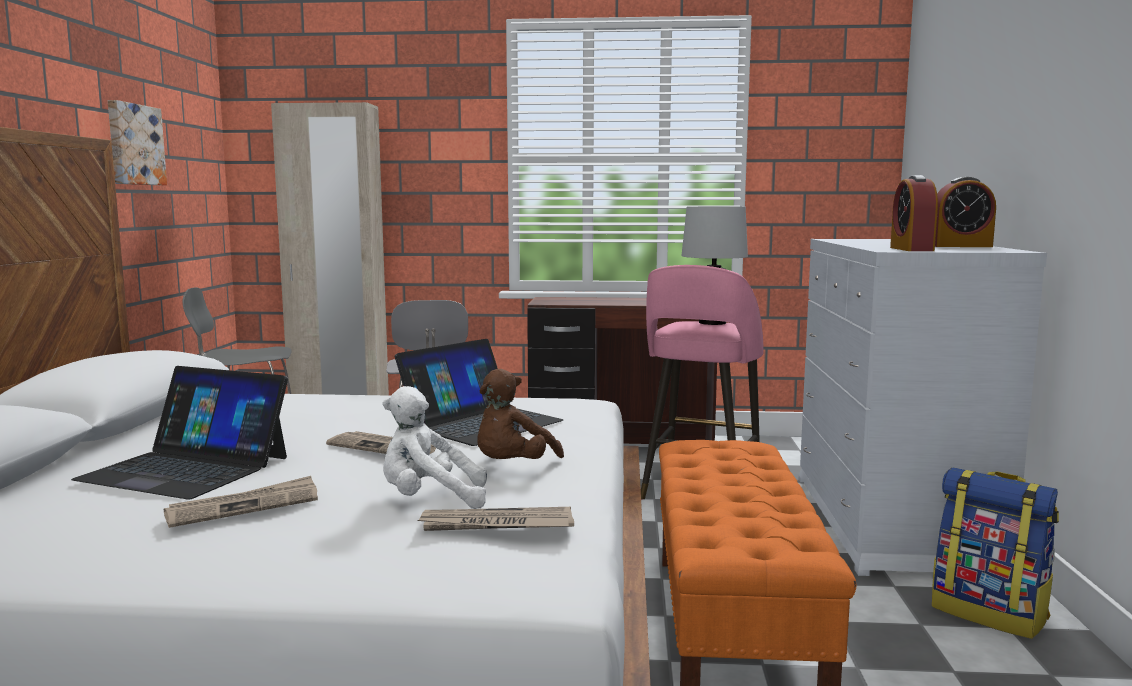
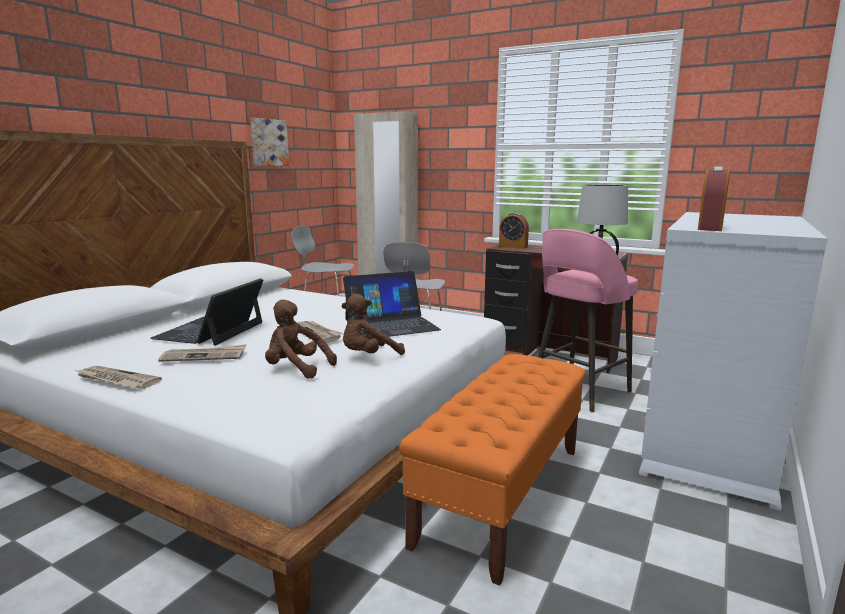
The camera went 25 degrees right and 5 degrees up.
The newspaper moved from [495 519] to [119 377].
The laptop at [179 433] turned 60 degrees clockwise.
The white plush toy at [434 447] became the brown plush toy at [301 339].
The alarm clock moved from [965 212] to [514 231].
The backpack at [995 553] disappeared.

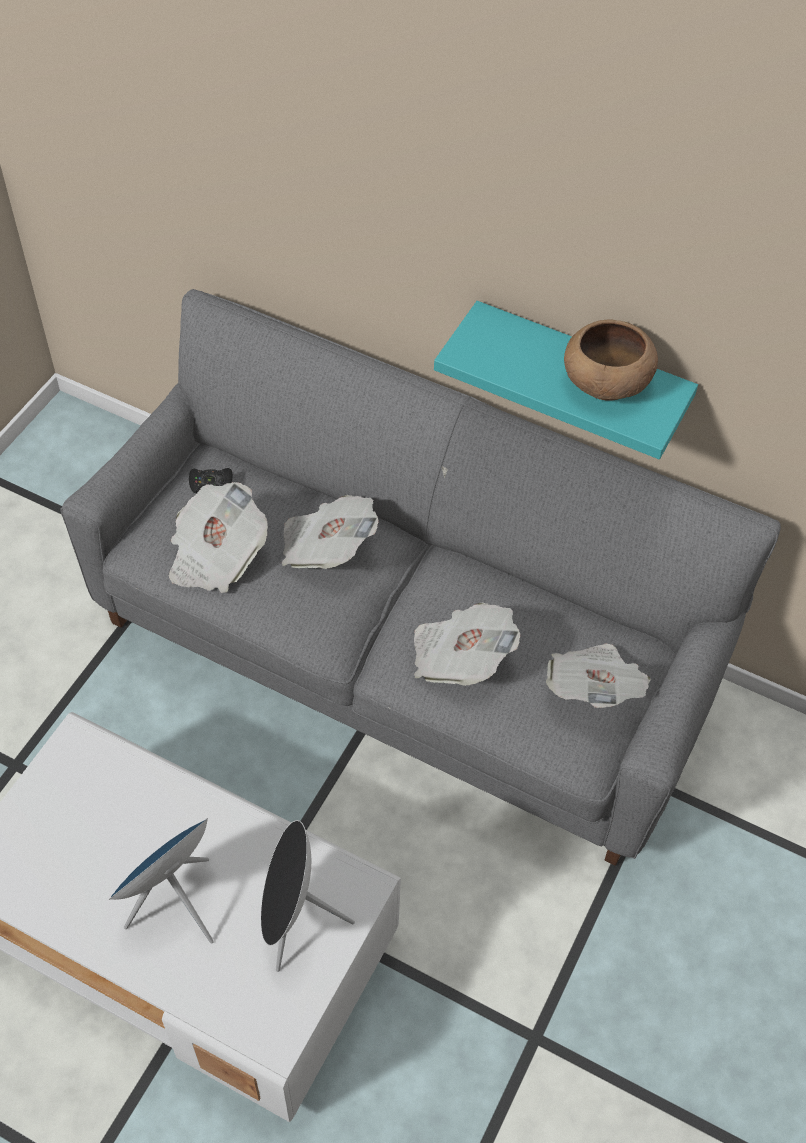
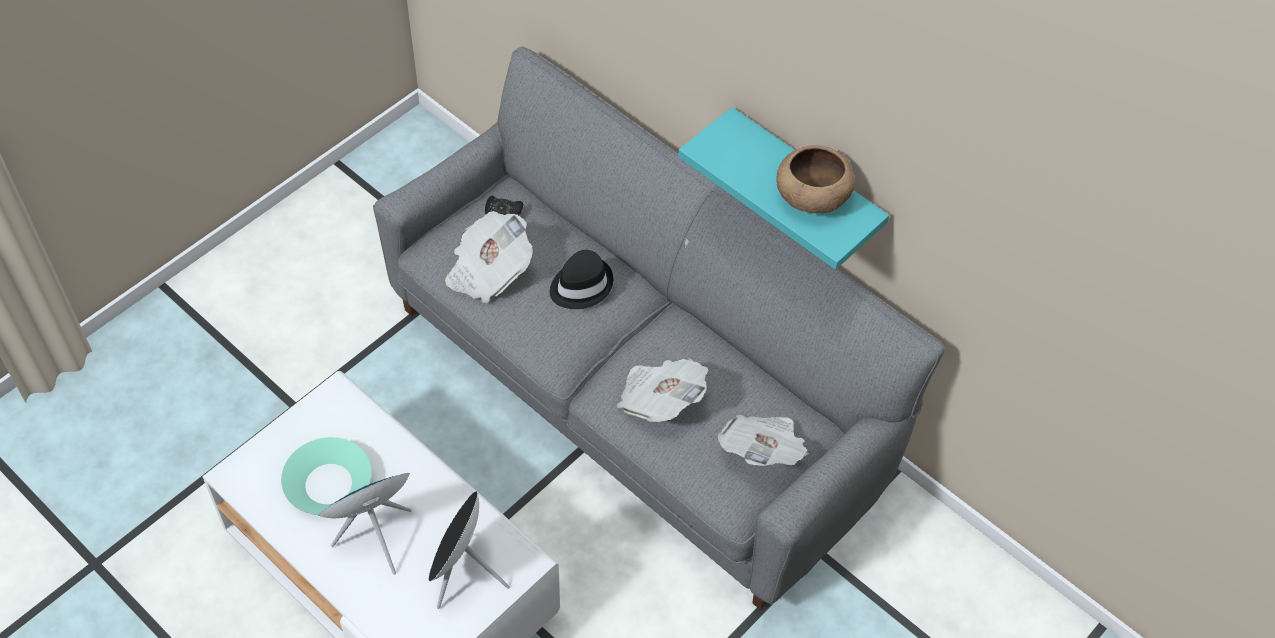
The camera went 15 degrees right and 0 degrees up.
The turquoise bowl at [326 476] appeared.
The newspaper at [330 532] was replaced by the black hat at [581 279].

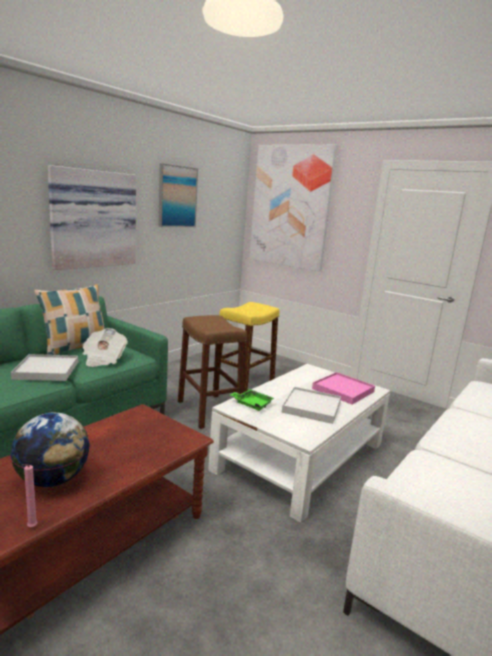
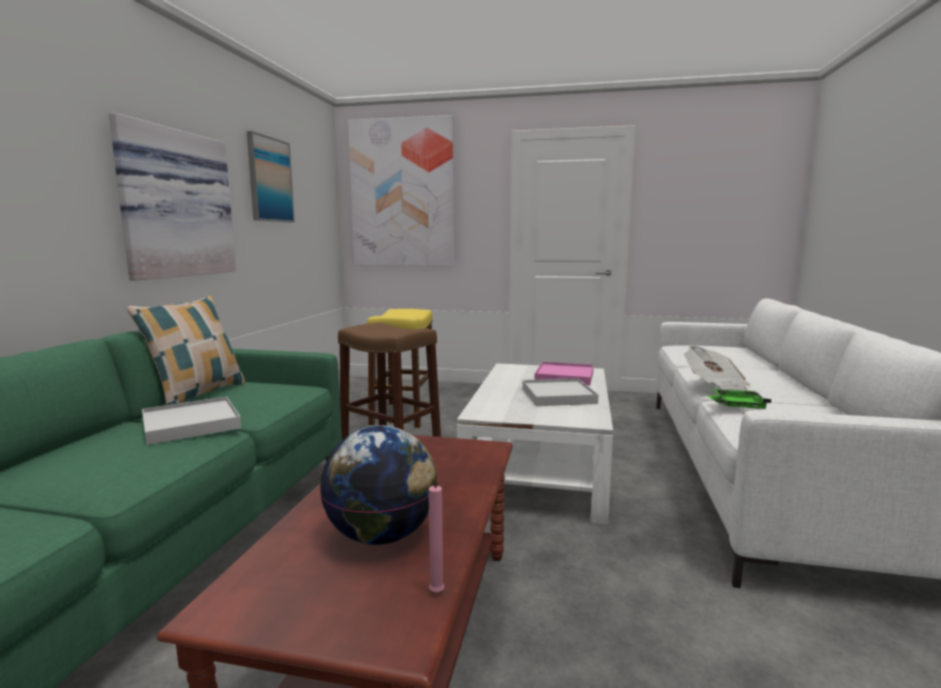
The camera went 25 degrees left and 5 degrees down.
The newspaper moved from [105 347] to [717 368].
The green tray moved from [252 400] to [739 399].

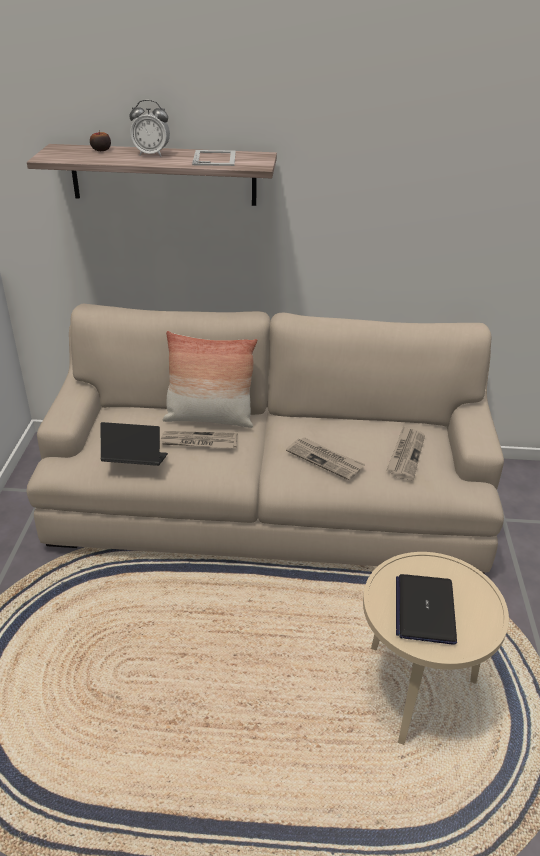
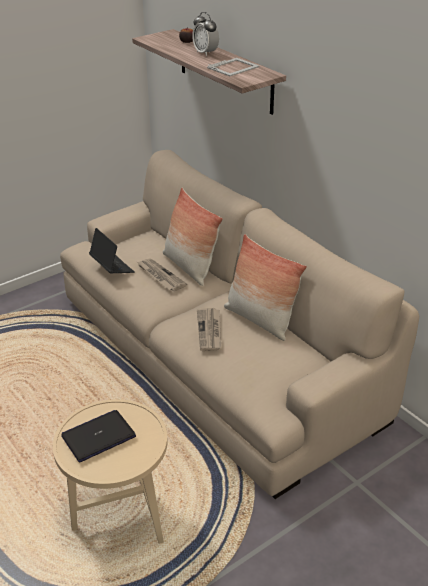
The camera went 50 degrees right and 0 degrees up.
The pillow at [265 287] appeared.
The newspaper at [406 453] disappeared.

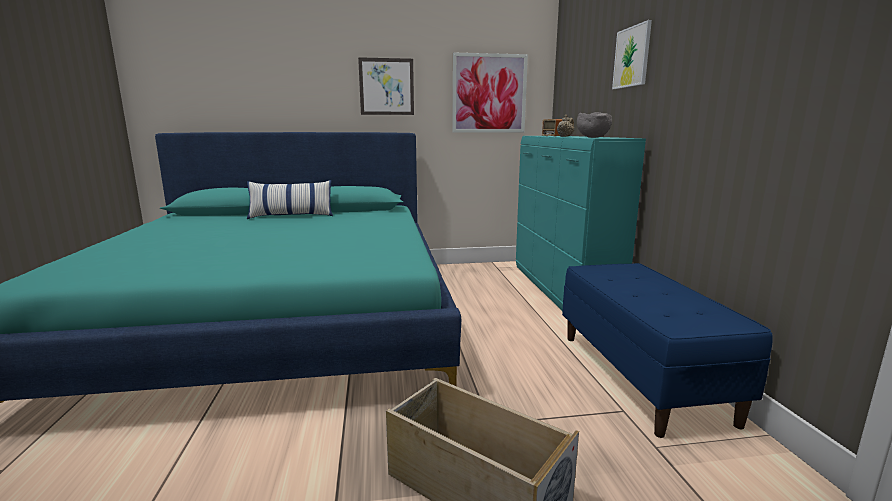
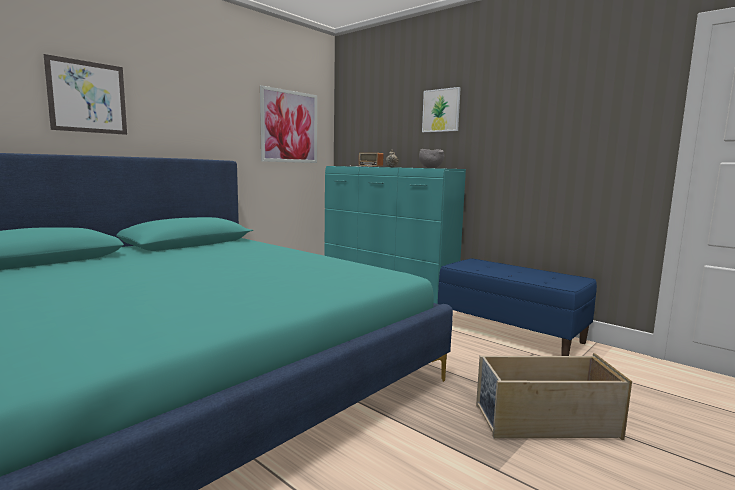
The camera went 40 degrees left and 5 degrees down.
The picture moved from [386 86] to [85 94].
The pillow at [290 199] disappeared.

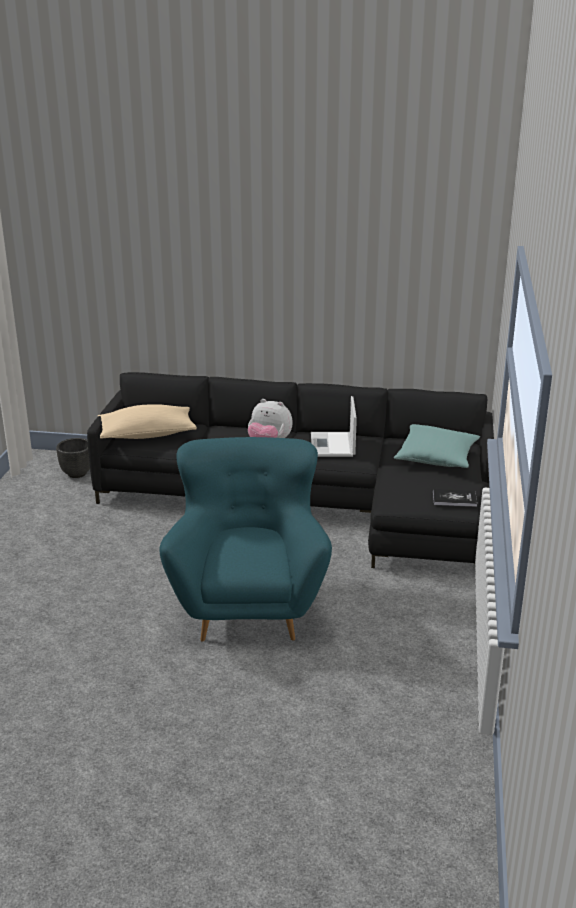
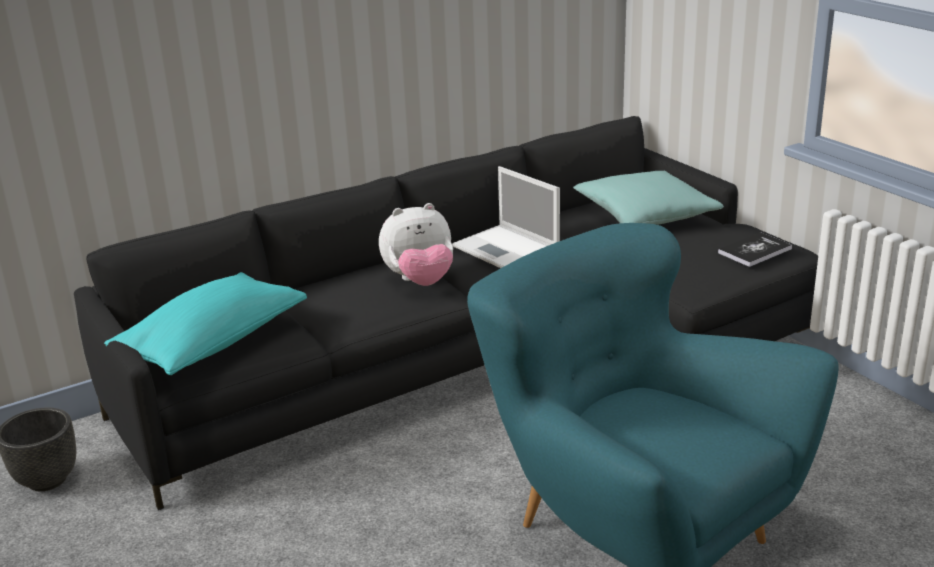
The camera went 40 degrees left and 0 degrees up.
The beige pillow at [147 421] became the turquoise pillow at [205 323].

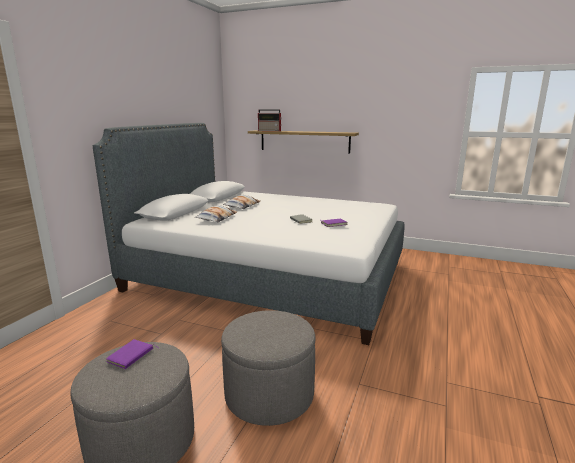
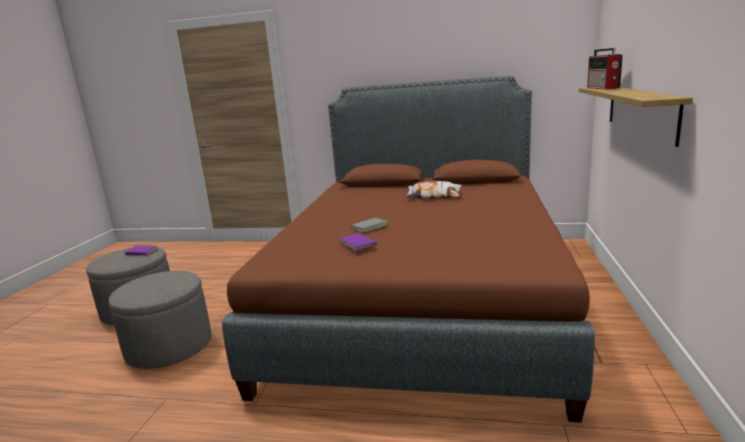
The camera went 80 degrees right and 0 degrees up.
The white bed at [248 234] became the brown bed at [408 249].
The pillow at [216 213] disappeared.

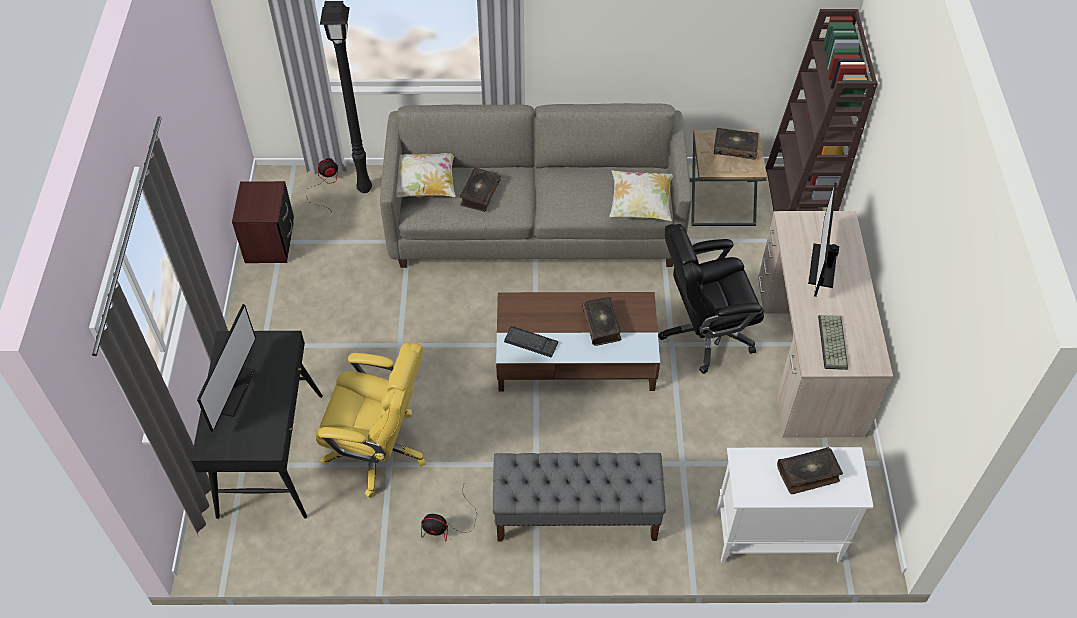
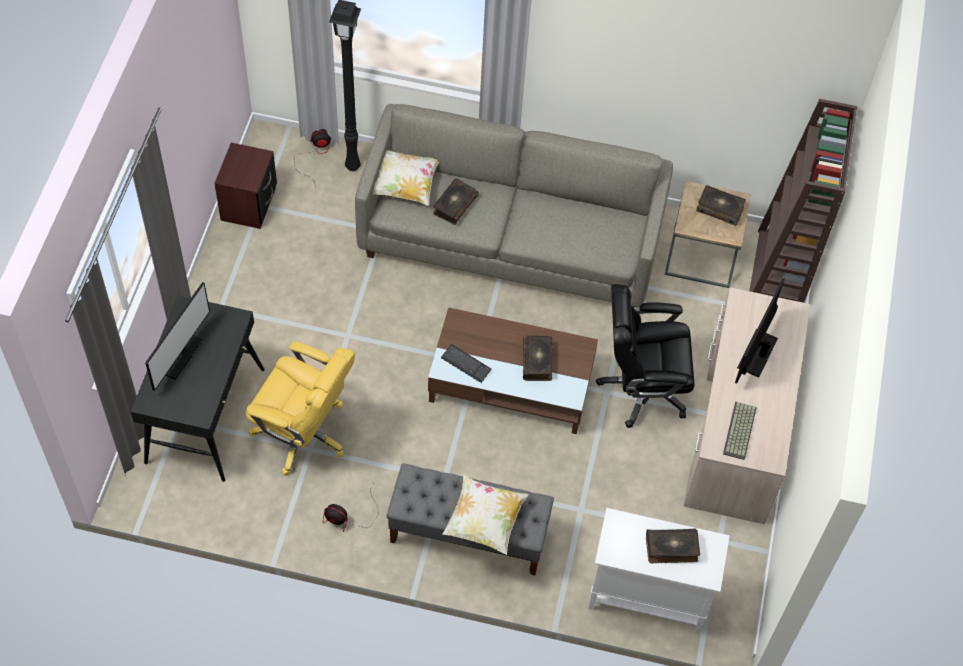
The camera went 10 degrees right and 5 degrees up.
The pillow moved from [641 195] to [485 515].

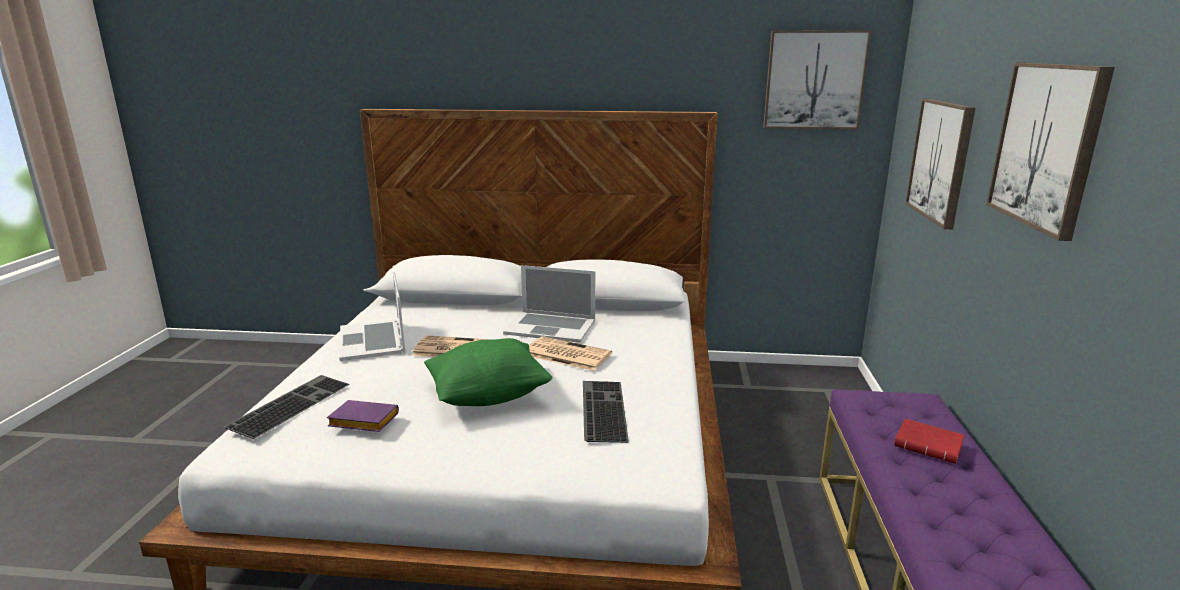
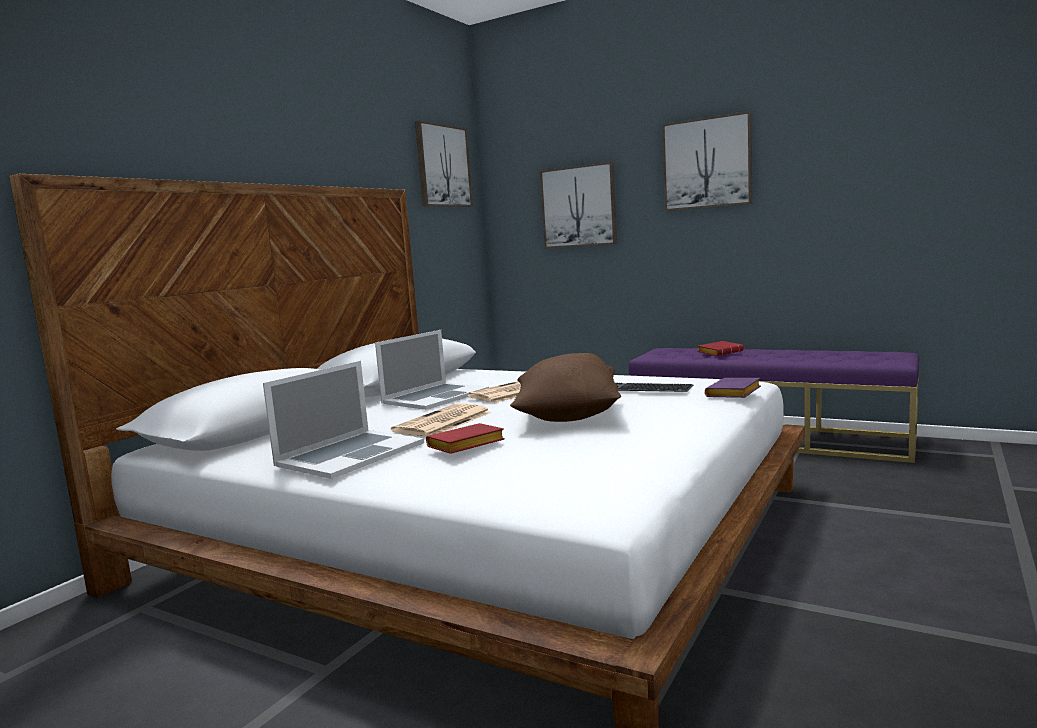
The camera went 65 degrees left and 10 degrees down.
The laptop at [372 316] turned 60 degrees counterclockwise.
The red book at [465 438] appeared.
The green pillow at [488 372] became the brown pillow at [565 387].
The purple book moved from [363 416] to [733 388].
The keyboard at [287 407] disappeared.

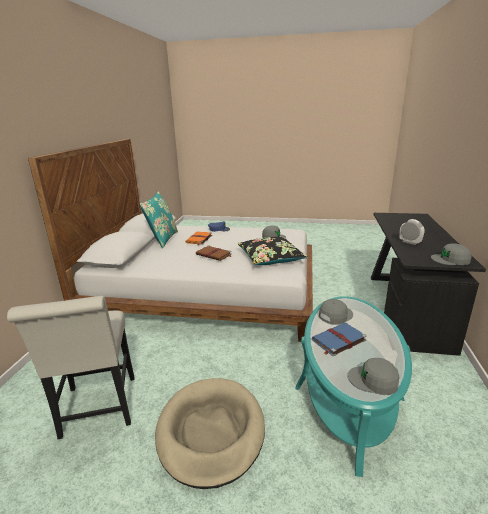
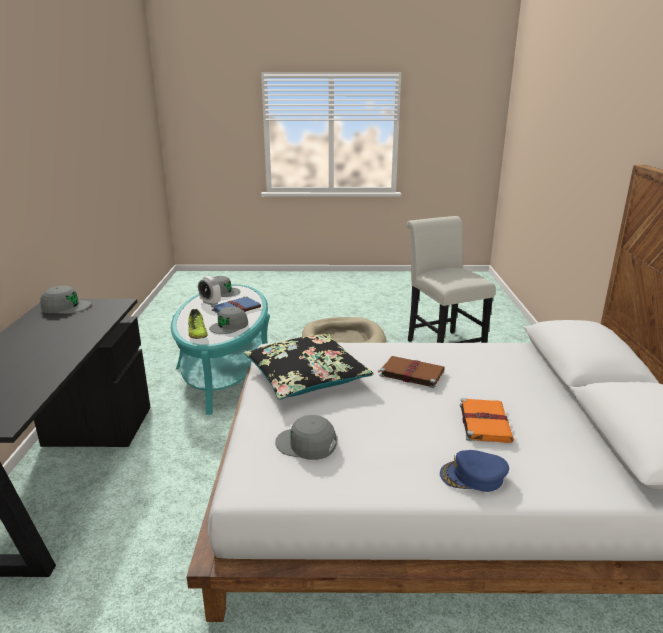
The camera went 170 degrees right and 0 degrees up.
The shoe at [198 324] appeared.
The alarm clock moved from [412 232] to [209 290].
The turquoise pillow at [158 220] disappeared.

